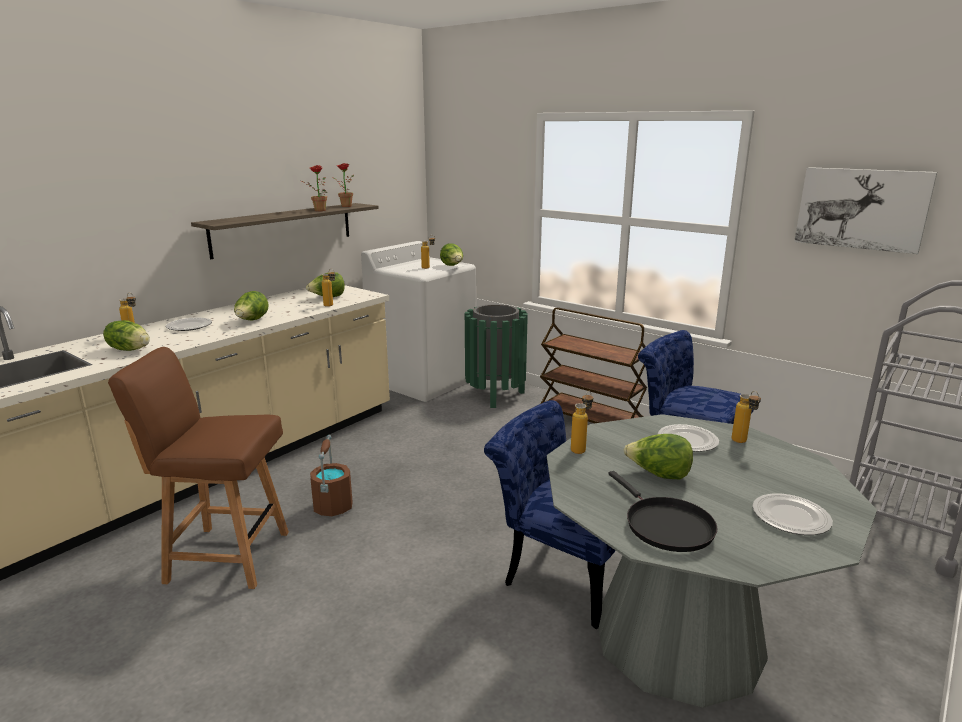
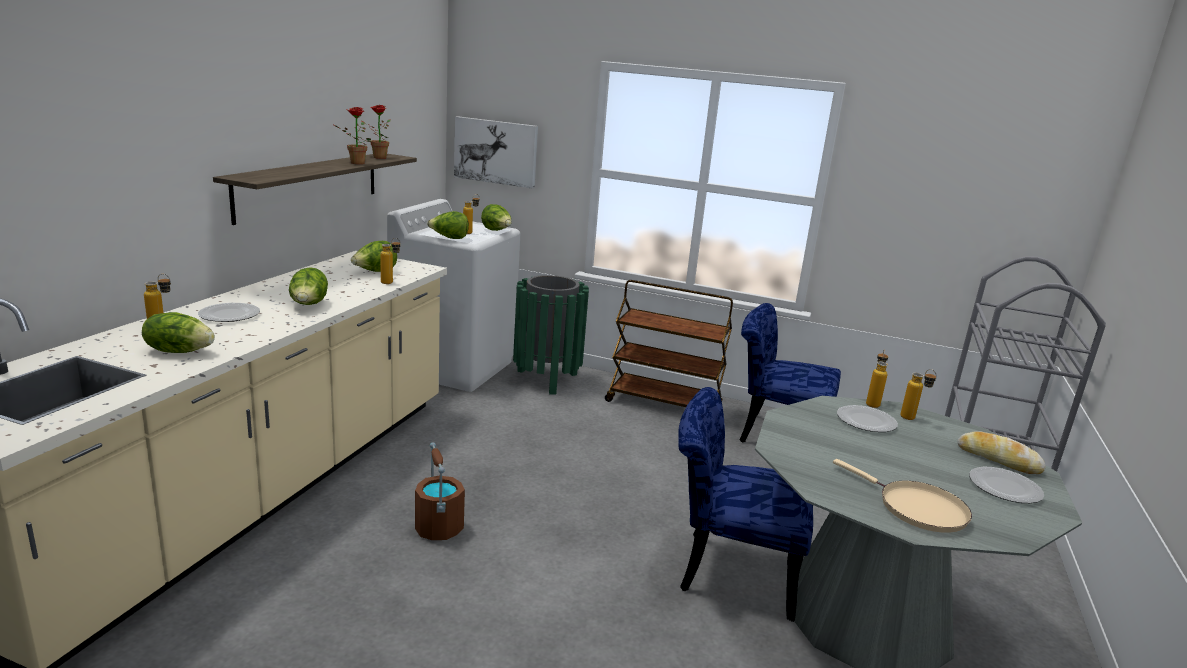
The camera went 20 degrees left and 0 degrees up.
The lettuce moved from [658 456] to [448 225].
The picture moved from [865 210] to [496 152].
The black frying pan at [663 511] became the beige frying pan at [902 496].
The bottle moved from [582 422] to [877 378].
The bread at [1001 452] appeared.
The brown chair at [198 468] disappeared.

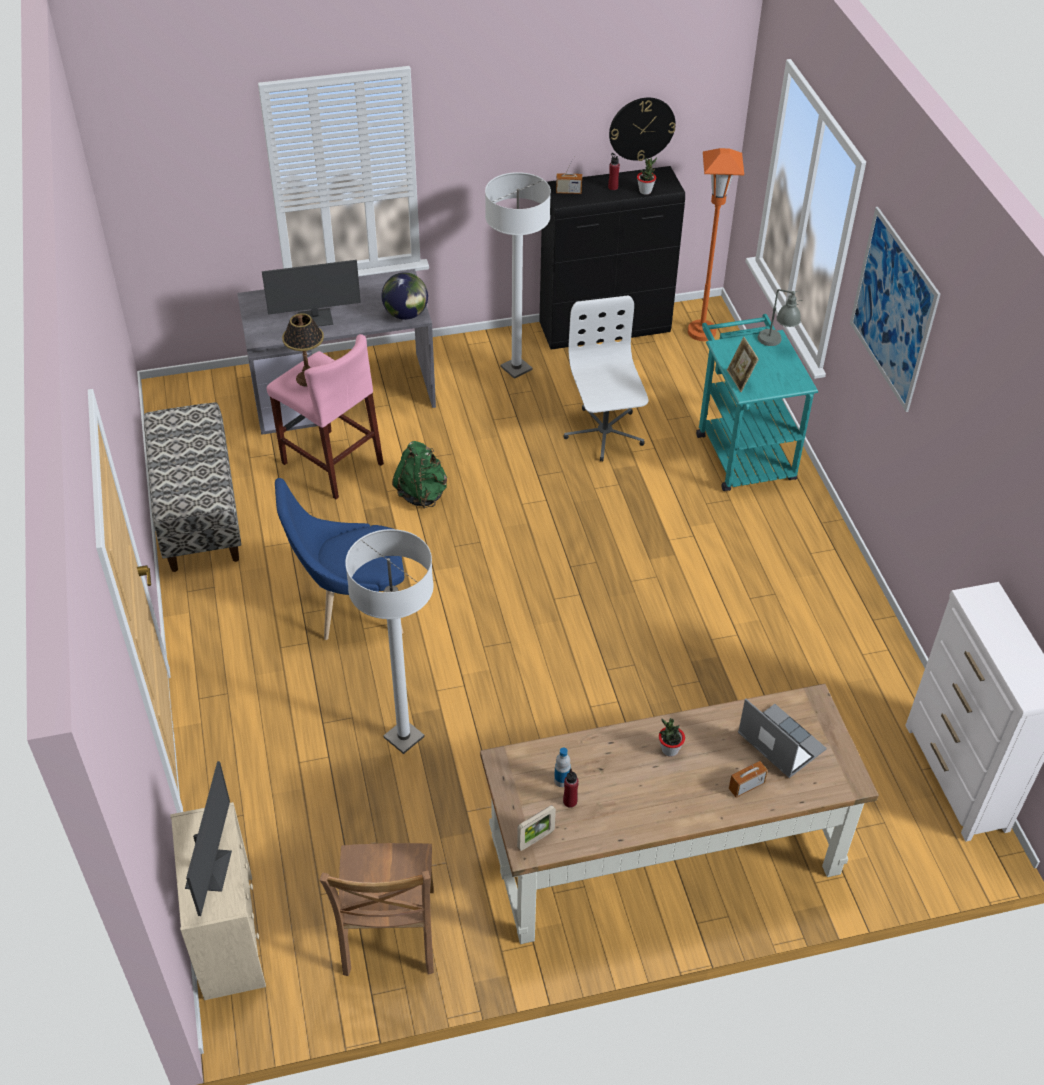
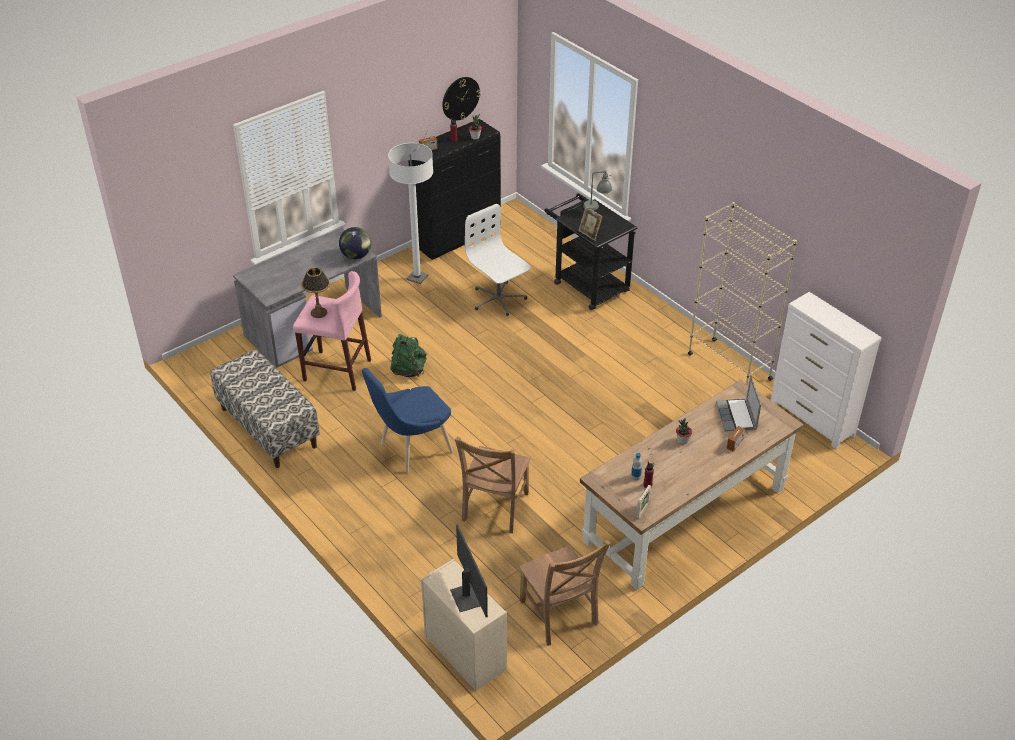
The camera went 25 degrees left and 5 degrees down.
The white floor lamp at [389 641] was replaced by the brown chair at [492 484].
The turquoise cart at [757 402] became the black cart at [591 251].
The beige bookcase at [742 293] appeared.
The laptop at [782 738] turned 120 degrees counterclockwise.
The monitor at [311 293] disappeared.
The orange floor lamp at [716 244] disappeared.
The picture at [895 309] disappeared.

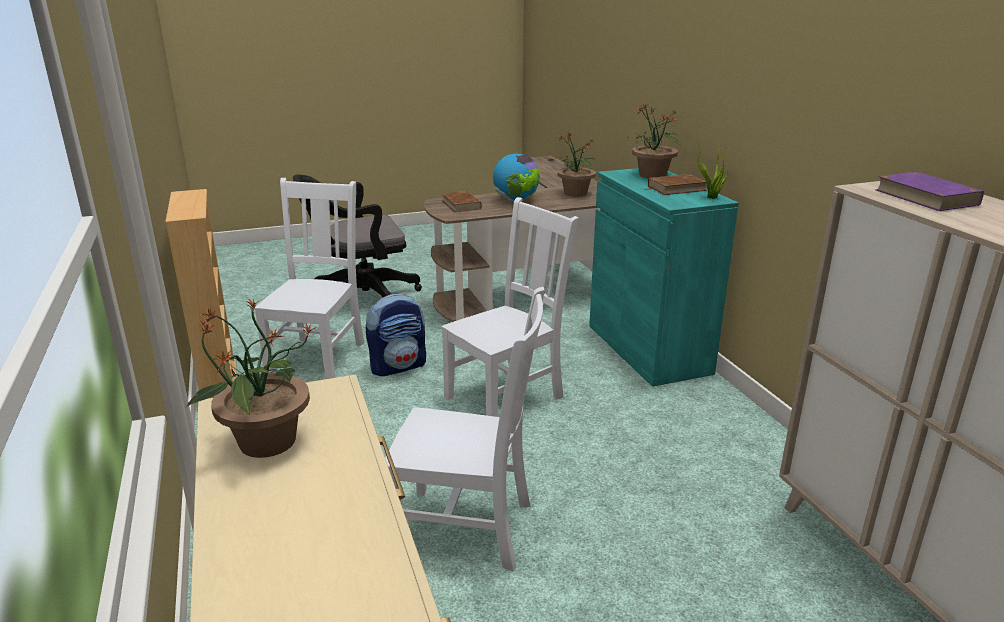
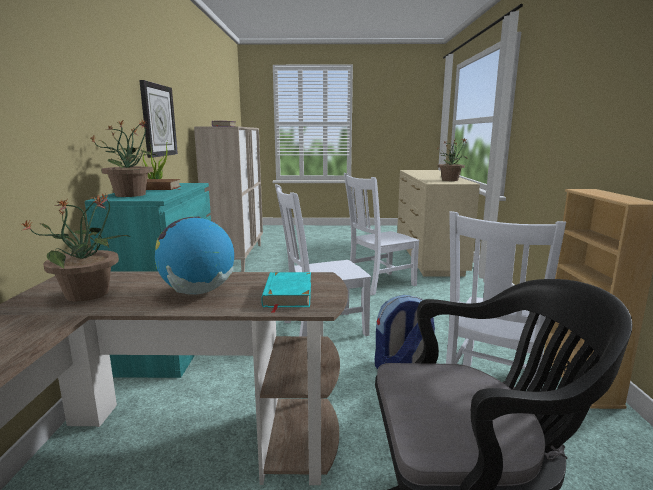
The camera went 160 degrees left and 10 degrees down.
The wall clock at [158 119] appeared.
The brown book at [462 201] became the turquoise book at [286 292].
The white chair at [465 429] turned 60 degrees counterclockwise.

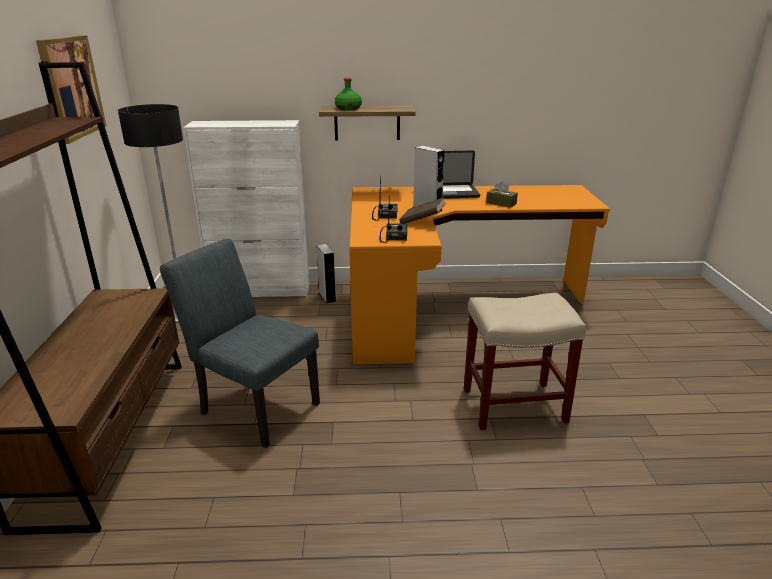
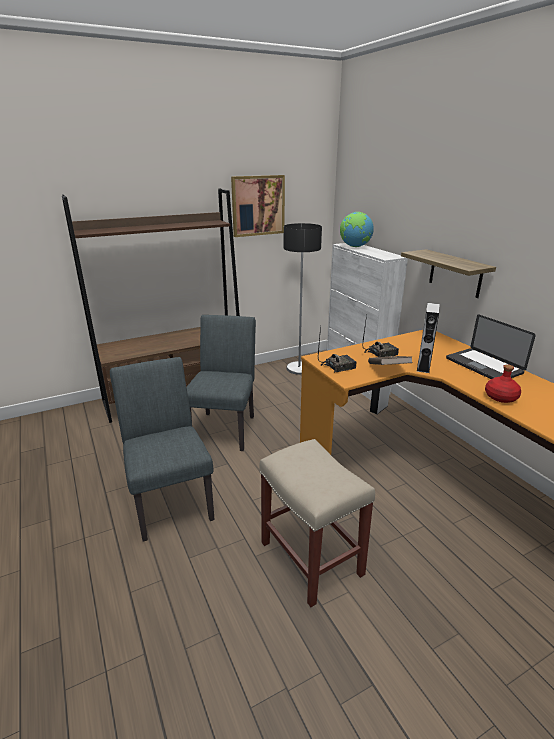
The camera went 65 degrees right and 0 degrees up.
The grey chair at [162 449] appeared.
The globe at [357 229] appeared.
The brown tissue box at [502 194] was replaced by the red bottle at [503 383].
The green bottle at [348 94] disappeared.

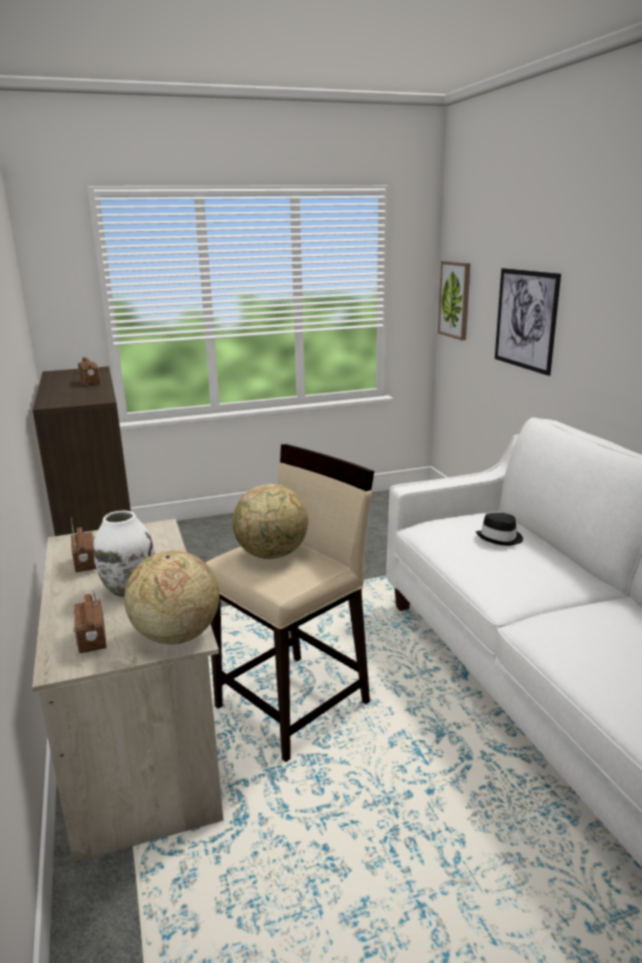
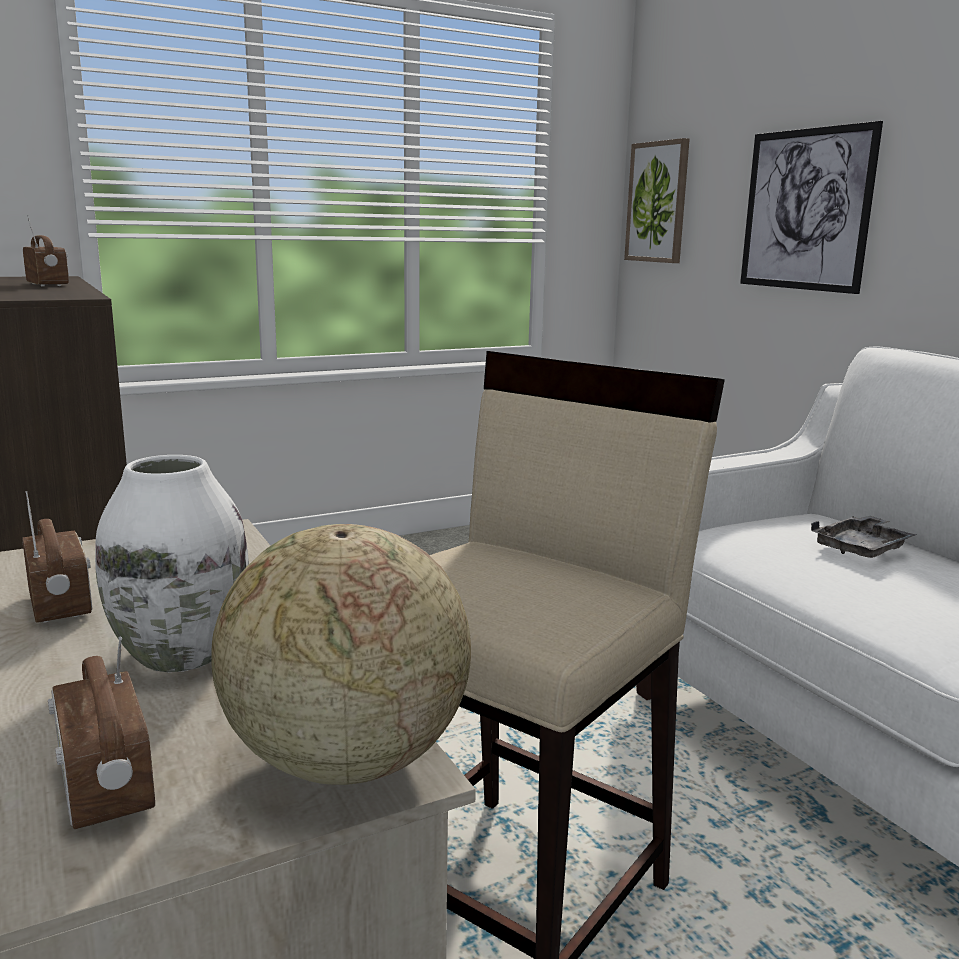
The camera went 10 degrees left and 5 degrees down.
The black hat at [499 529] was replaced by the grey tray at [863 536].
The globe at [270 521] disappeared.

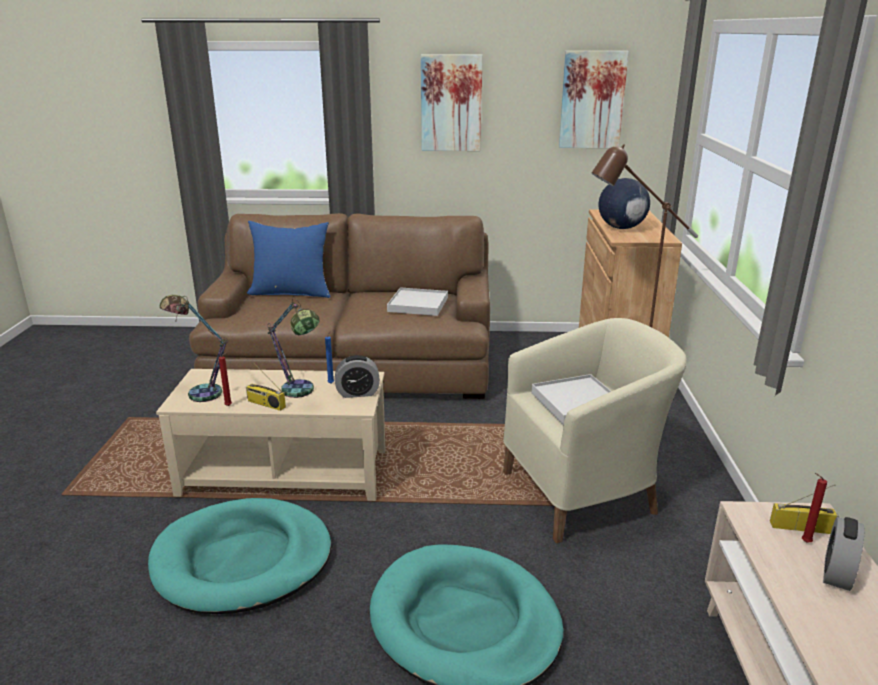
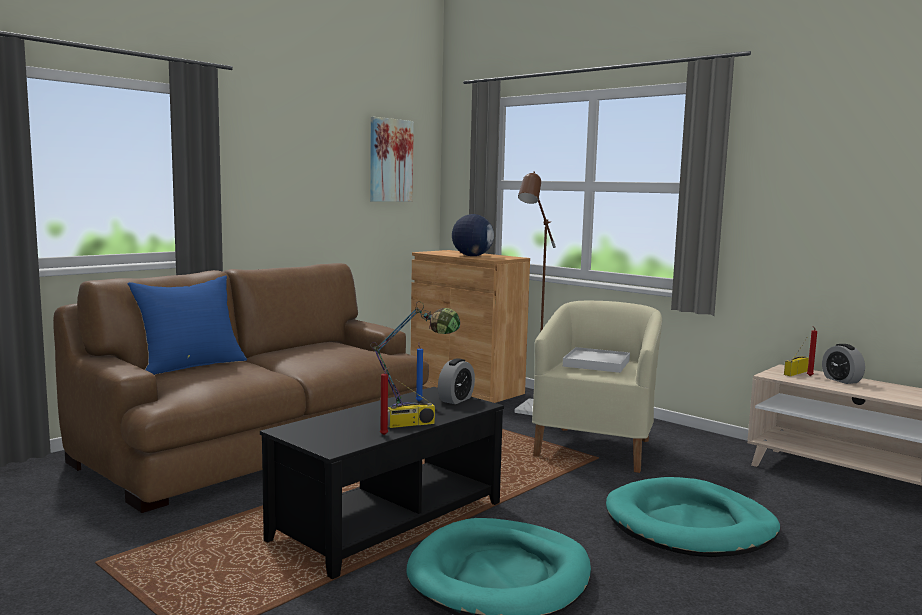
The camera went 50 degrees left and 15 degrees down.
The beige coffee table at [271 435] became the black coffee table at [382 483].
The table lamp at [193 348] disappeared.
The white tray at [417 301] disappeared.
The picture at [452 103] disappeared.

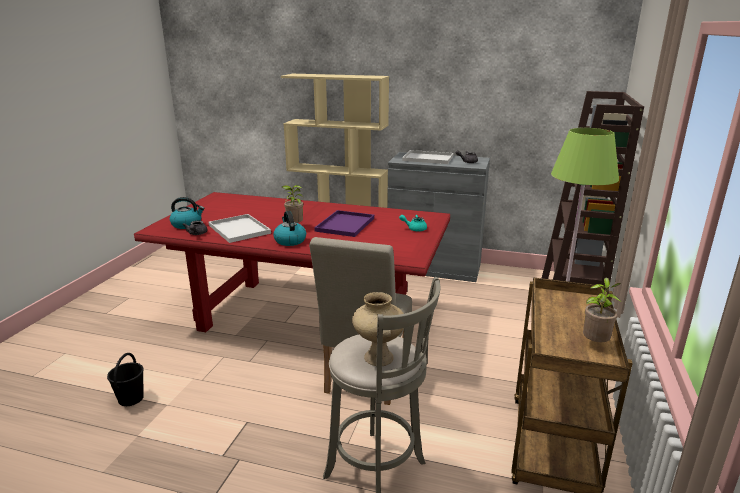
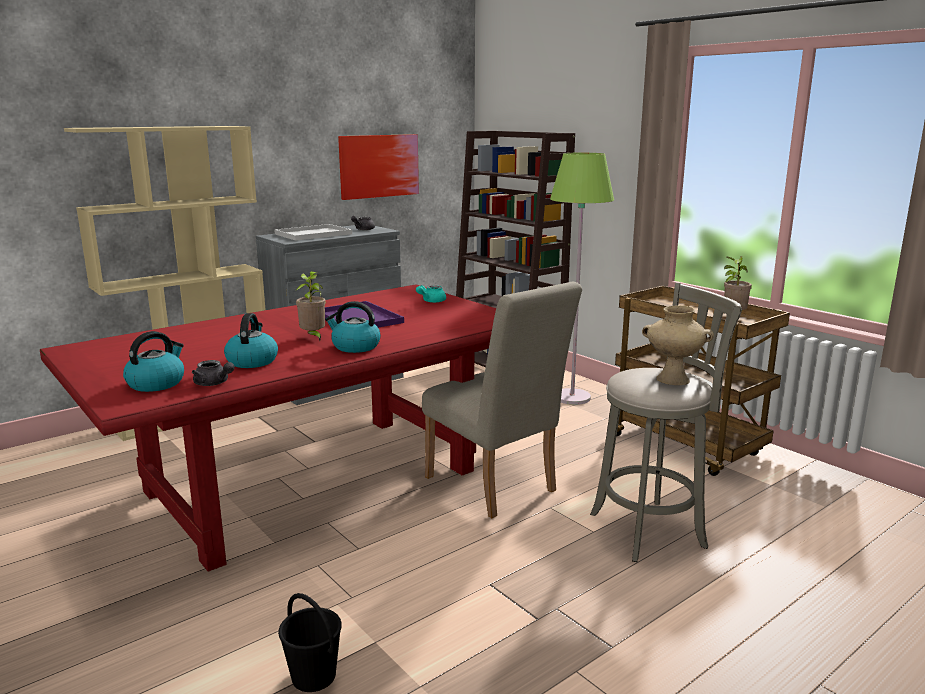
The camera went 55 degrees left and 5 degrees down.
The white tray at [240 228] was replaced by the kettle at [251 340].
The picture at [378 167] appeared.

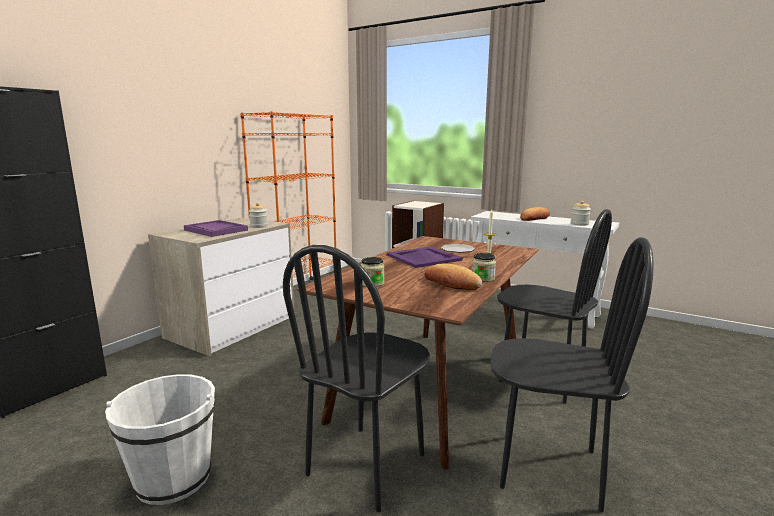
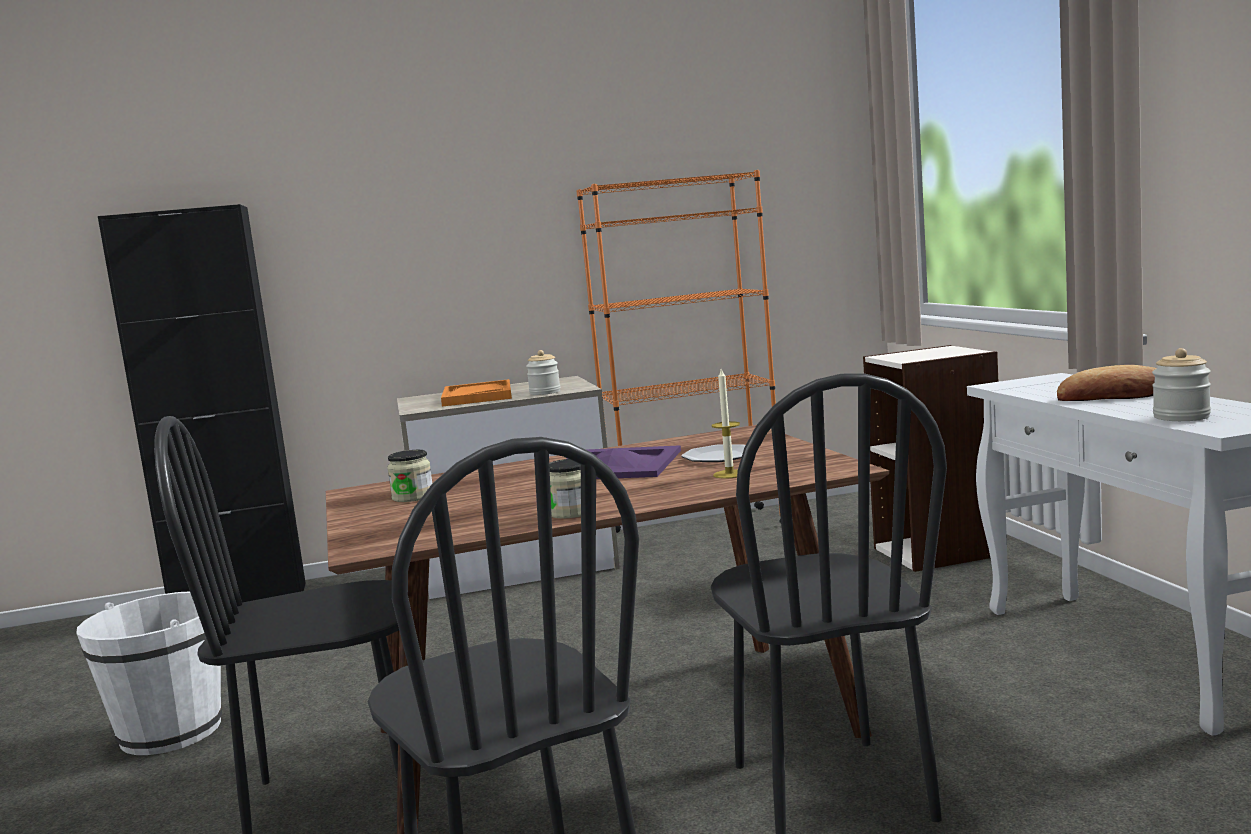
The camera went 45 degrees right and 5 degrees down.
The purple tray at [216 228] became the orange tray at [476 393].
The bread at [453 277] disappeared.

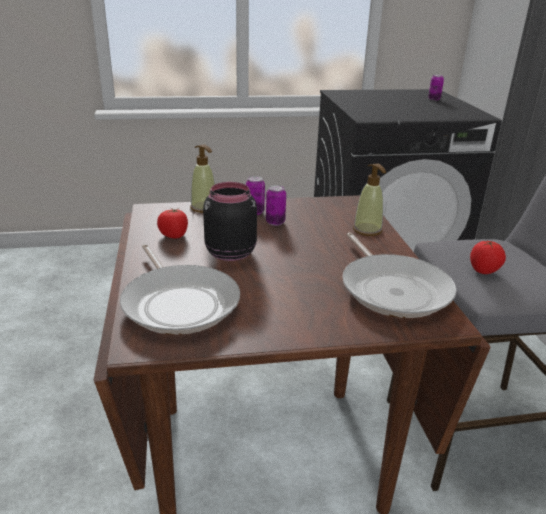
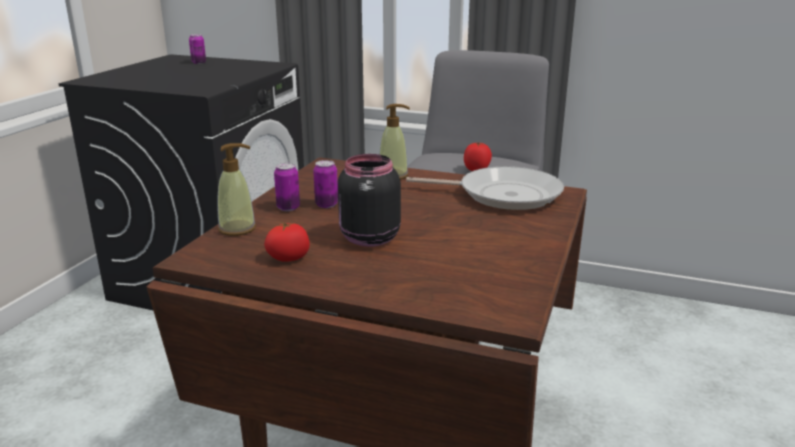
The camera went 60 degrees left and 5 degrees down.
The frying pan at [180 289] disappeared.

